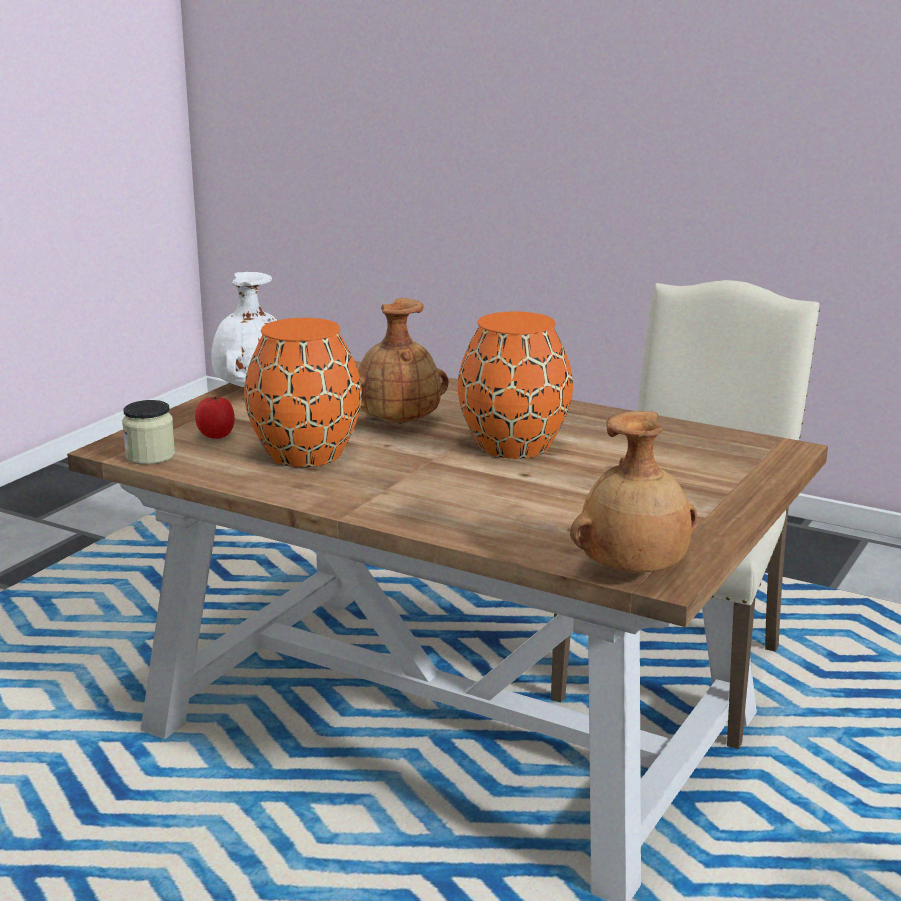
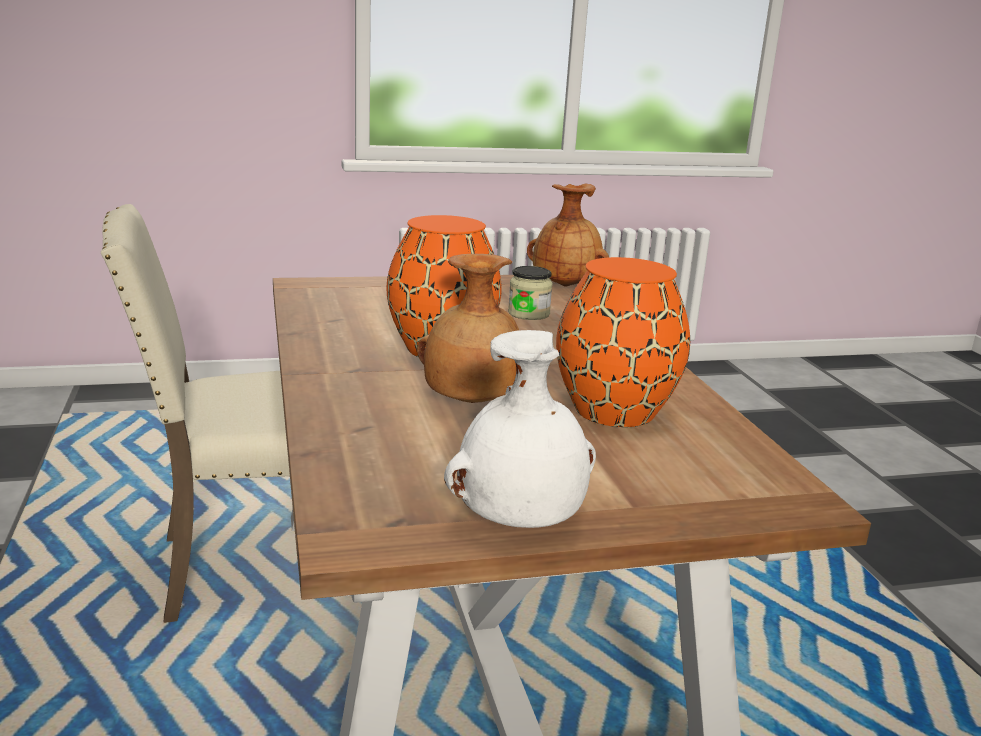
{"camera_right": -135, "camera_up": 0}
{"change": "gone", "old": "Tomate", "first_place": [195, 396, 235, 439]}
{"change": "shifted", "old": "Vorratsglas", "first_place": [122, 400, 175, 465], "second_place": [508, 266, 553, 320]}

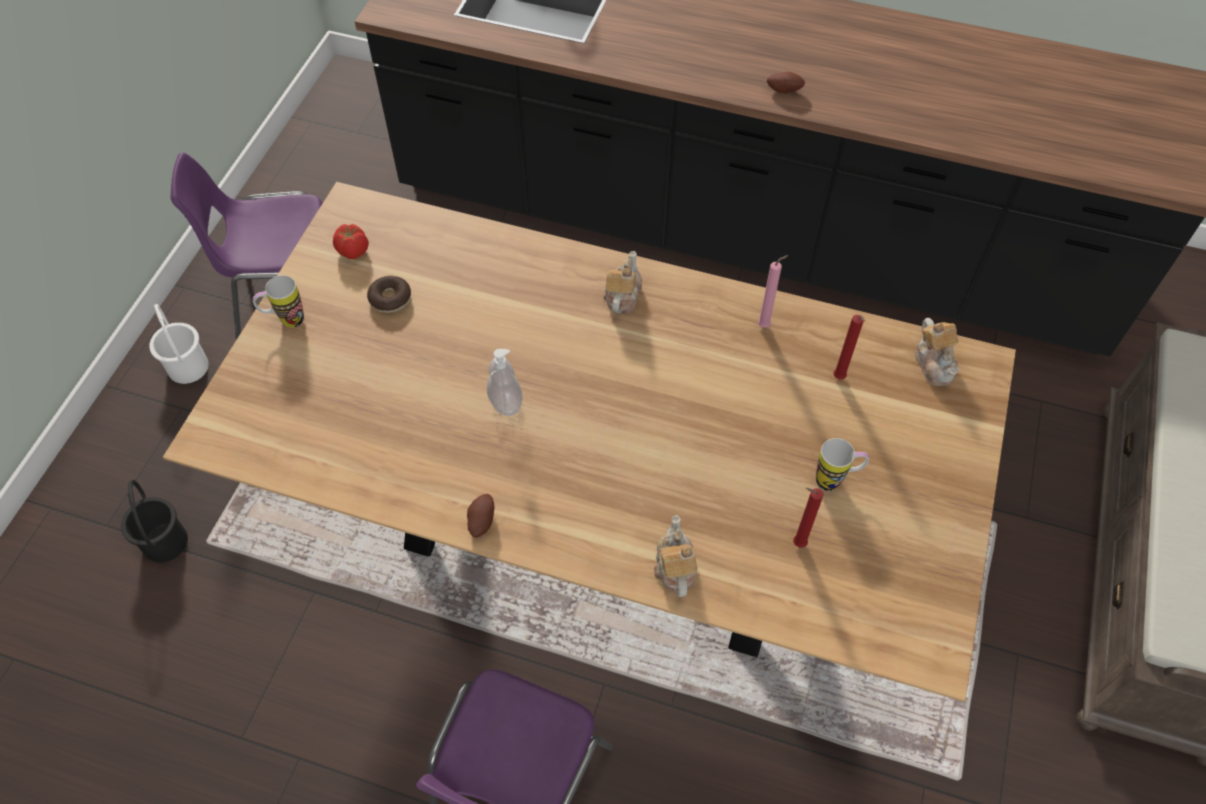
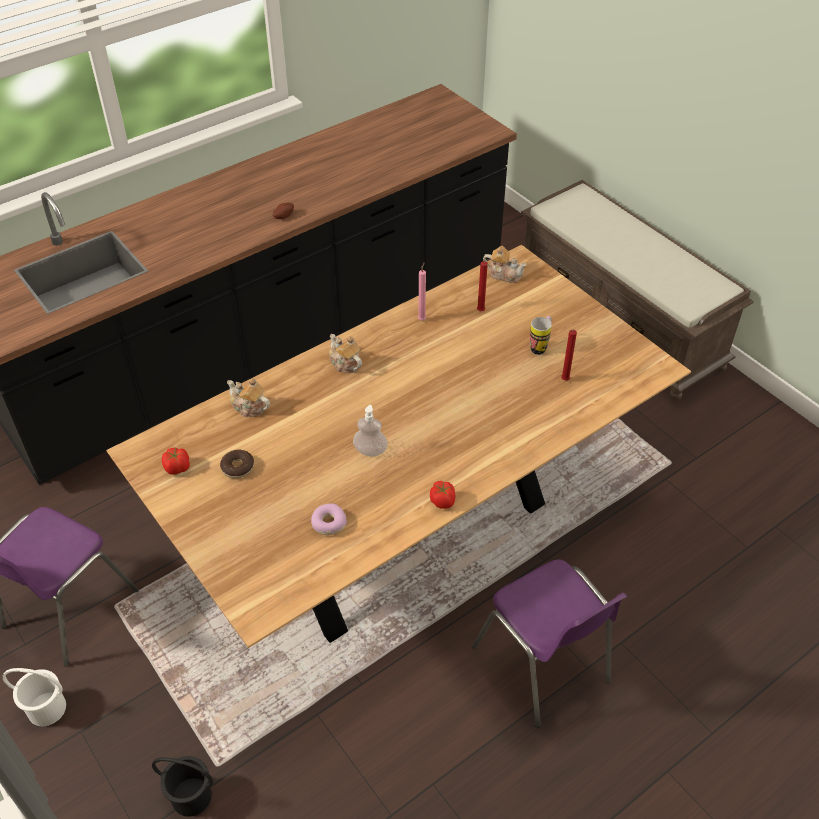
{"camera_right": -55, "camera_up": -10}
{"change": "gone", "old": "Henkelbecher", "first_place": [253, 275, 304, 328]}
{"change": "new", "new": "Donut", "second_place": [311, 503, 347, 535]}
{"change": "shifted", "old": "Teekanne", "first_place": [654, 515, 697, 597], "second_place": [227, 378, 270, 417]}
{"change": "swapped", "old": "Kartoffel", "new": "Tomate", "first_place": [467, 494, 494, 538], "second_place": [430, 481, 456, 509]}

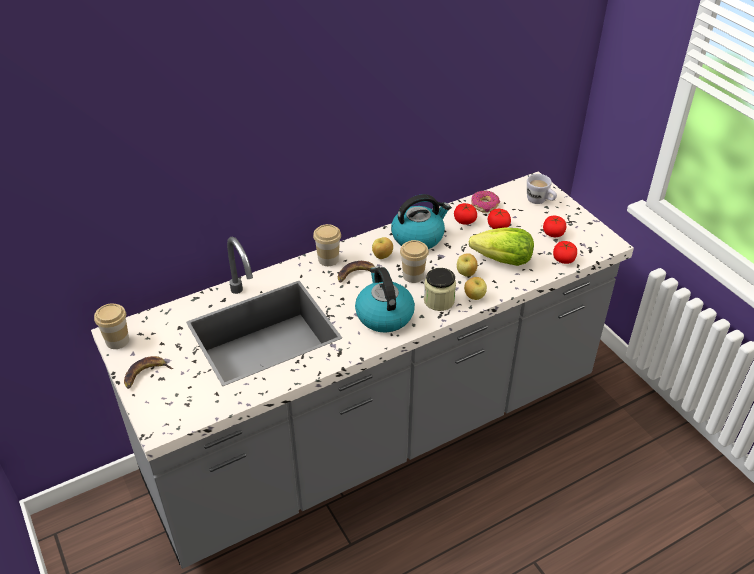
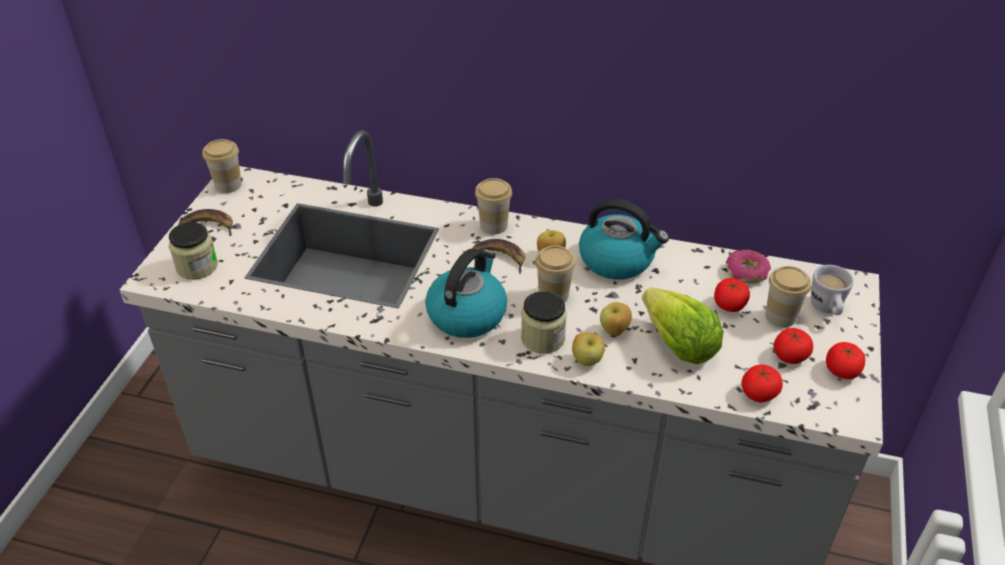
{"camera_right": 45, "camera_up": 0}
{"change": "new", "new": "Vorratsglas", "second_place": [169, 222, 218, 280]}
{"change": "new", "new": "Tasse", "second_place": [765, 266, 811, 327]}
{"change": "shifted", "old": "Tomate", "first_place": [454, 203, 477, 225], "second_place": [826, 342, 865, 379]}

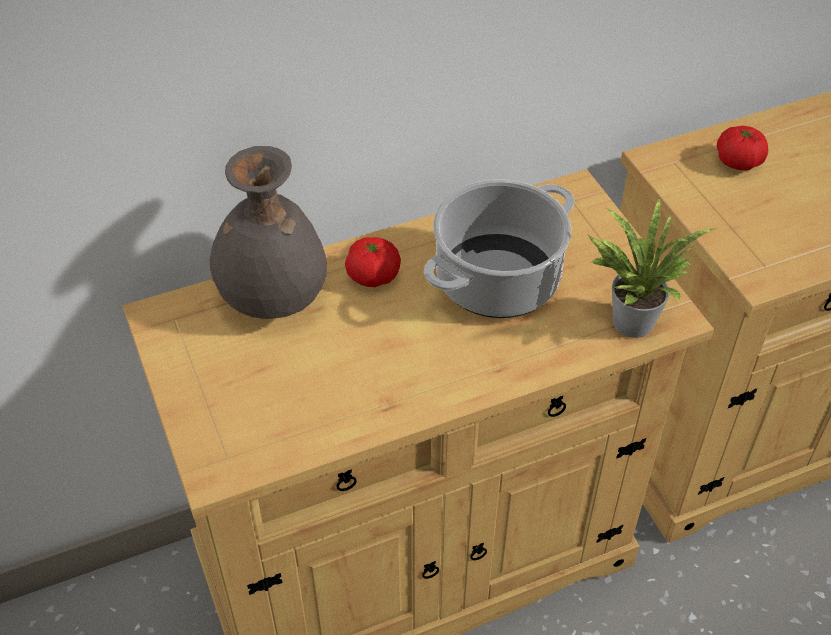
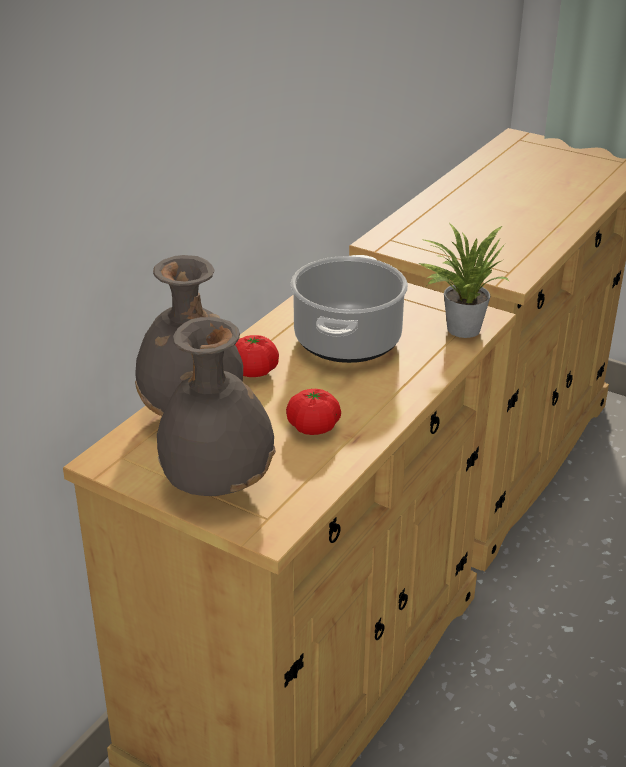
{"camera_right": -35, "camera_up": -15}
{"change": "new", "new": "Vase/grau", "second_place": [157, 317, 276, 496]}
{"change": "shifted", "old": "Tomate", "first_place": [717, 126, 768, 170], "second_place": [286, 389, 341, 435]}

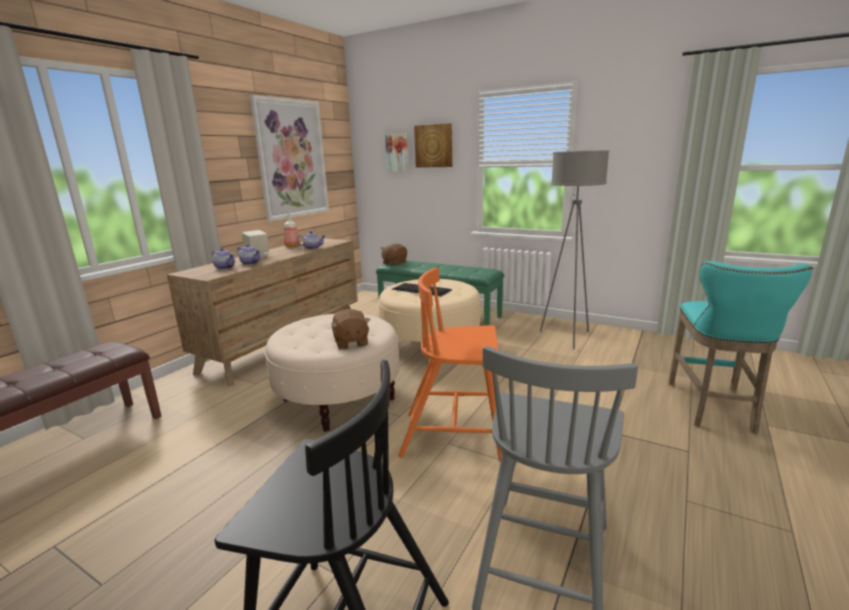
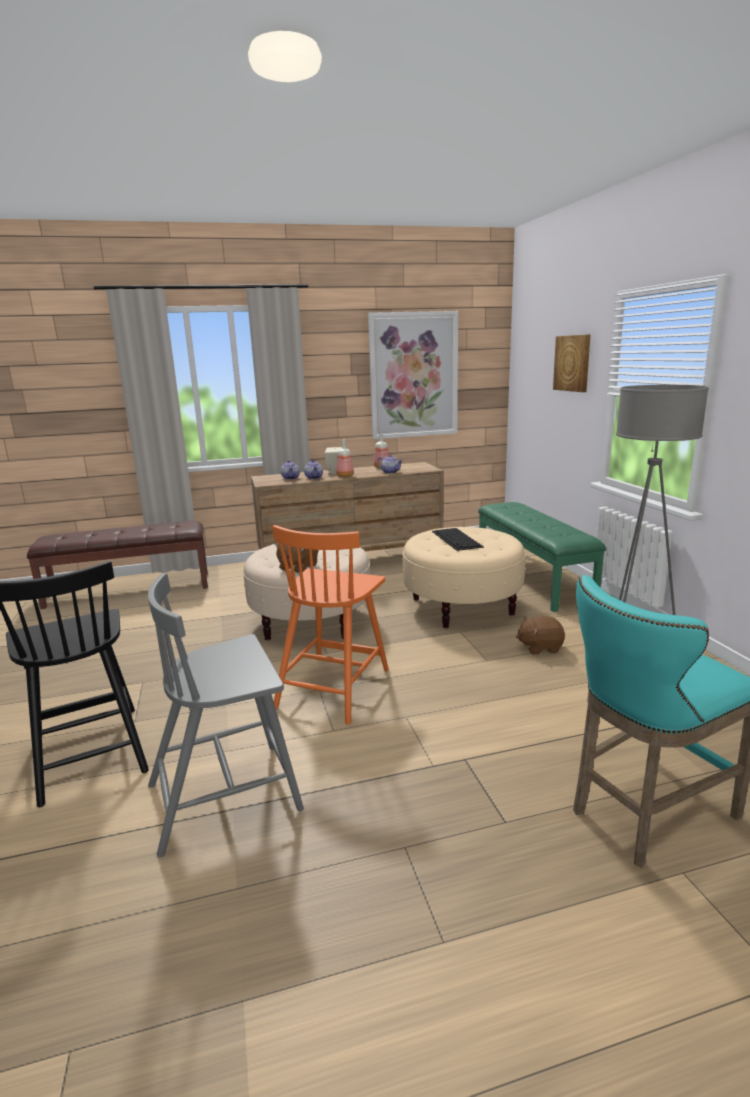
{"camera_right": 45, "camera_up": 0}
{"change": "gone", "old": "Bild", "first_place": [385, 133, 409, 172]}
{"change": "new", "new": "Flasche", "second_place": [336, 440, 354, 477]}
{"change": "shifted", "old": "Plüschtier/braun", "first_place": [381, 244, 407, 265], "second_place": [516, 616, 565, 655]}
{"change": "rotated", "old": "Stuhl/orange", "first_place": [398, 268, 502, 462], "second_place": [272, 525, 389, 725], "degrees": -120}

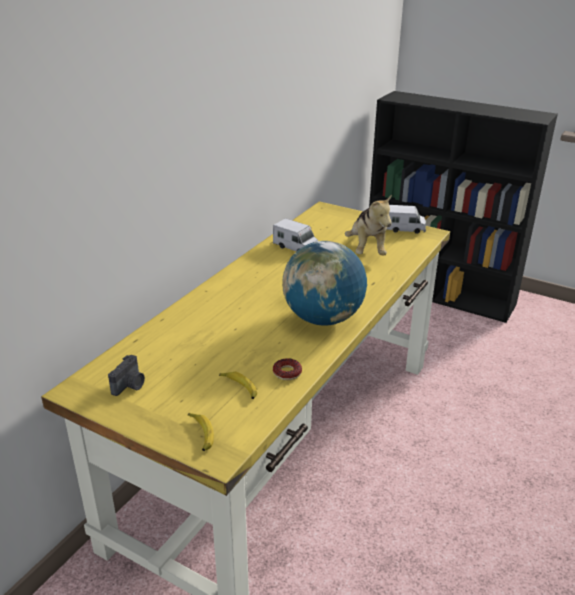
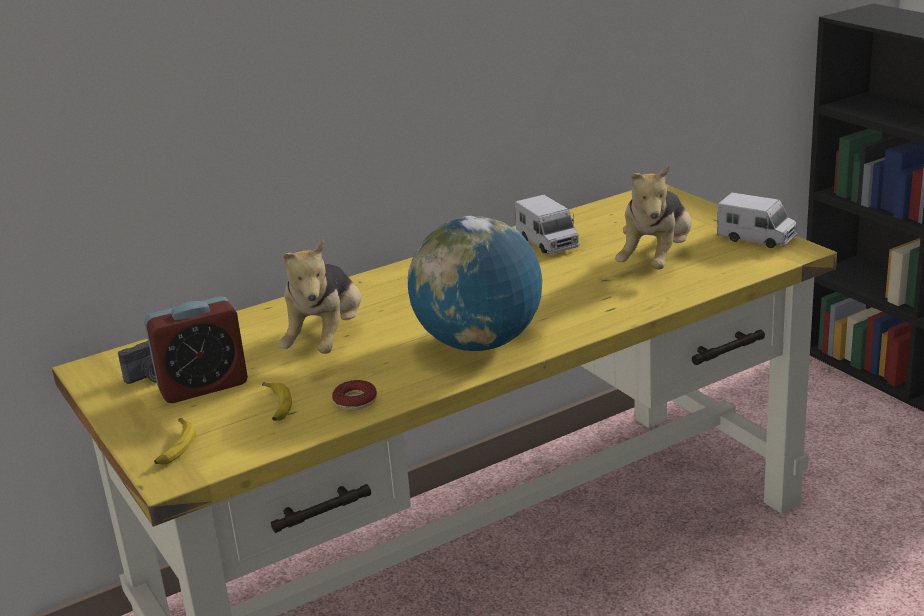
{"camera_right": 30, "camera_up": -5}
{"change": "new", "new": "Wecker", "second_place": [144, 296, 248, 403]}
{"change": "new", "new": "Plüschtier", "second_place": [279, 239, 361, 354]}

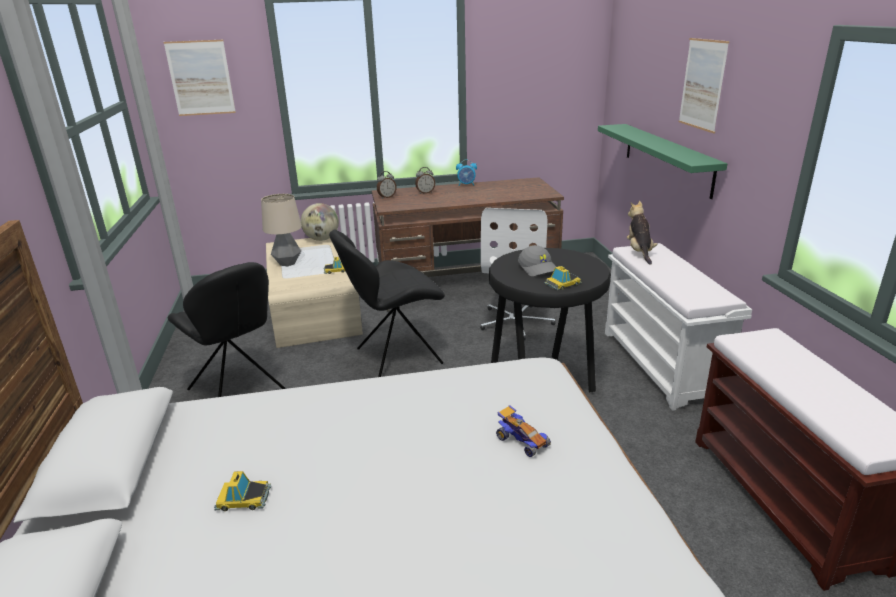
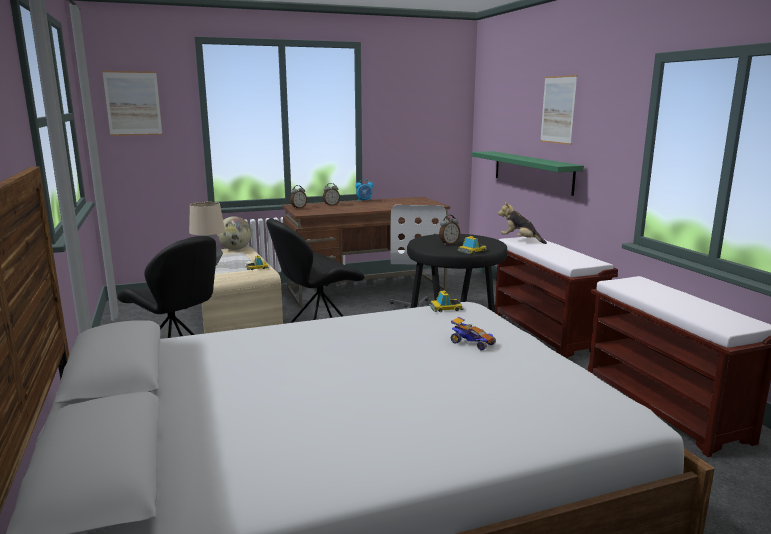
{"camera_right": -10, "camera_up": -10}
{"change": "shifted", "old": "Spielzeugauto", "first_place": [214, 471, 271, 511], "second_place": [429, 290, 464, 312]}
{"change": "swapped", "old": "Kappe/grau", "new": "Wecker", "first_place": [518, 245, 556, 276], "second_place": [439, 215, 460, 245]}
{"change": "repainted", "old": "Bank/weiß", "new": "Bank/braun", "first_place": [605, 243, 752, 411], "second_place": [495, 237, 618, 358]}
{"change": "rotated", "old": "Plüschtier", "first_place": [627, 201, 658, 265], "second_place": [498, 201, 547, 244], "degrees": -45}

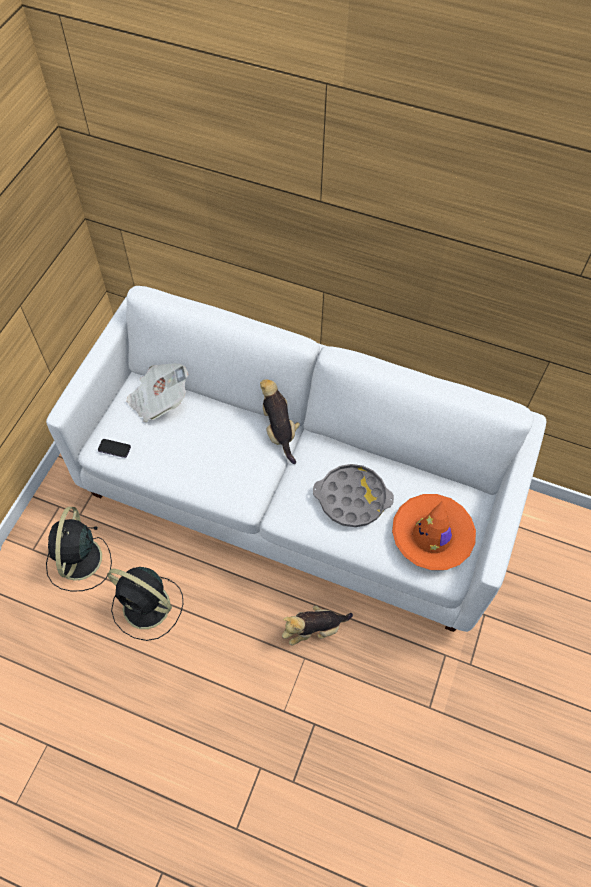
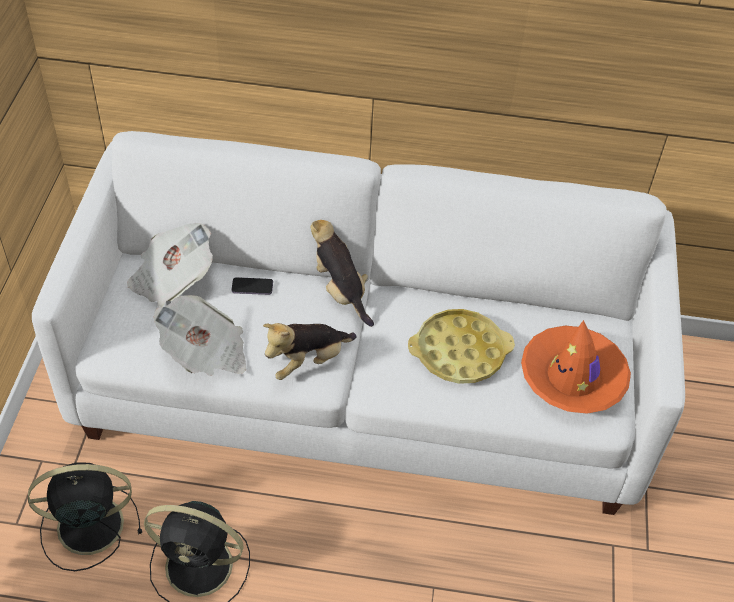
{"camera_right": -15, "camera_up": -10}
{"change": "new", "new": "Zeitung", "second_place": [154, 295, 246, 376]}
{"change": "shifted", "old": "Handy", "first_place": [98, 439, 131, 458], "second_place": [232, 277, 273, 295]}
{"change": "shifted", "old": "Plüschtier", "first_place": [282, 606, 353, 645], "second_place": [263, 323, 357, 380]}
{"change": "repainted", "old": "Tablett/grau", "new": "Tablett/gelb", "first_place": [313, 464, 394, 527], "second_place": [408, 309, 515, 384]}
{"change": "rotated", "old": "Ventilator/schwarz", "first_place": [46, 507, 112, 592], "second_place": [28, 462, 142, 571], "degrees": 90}

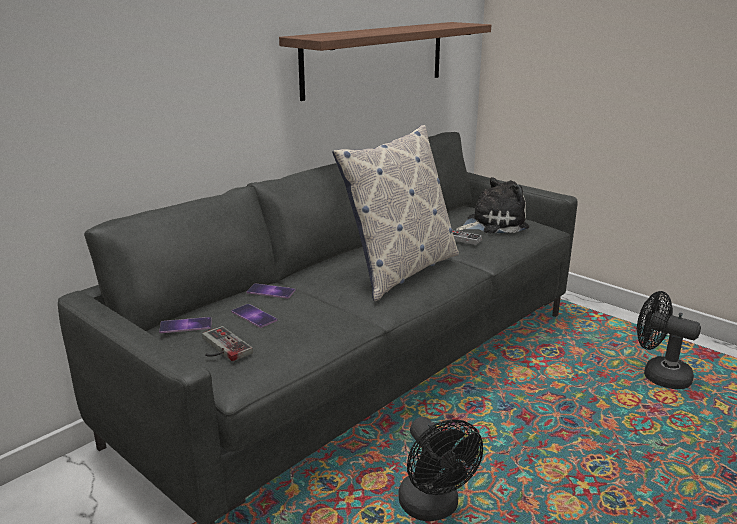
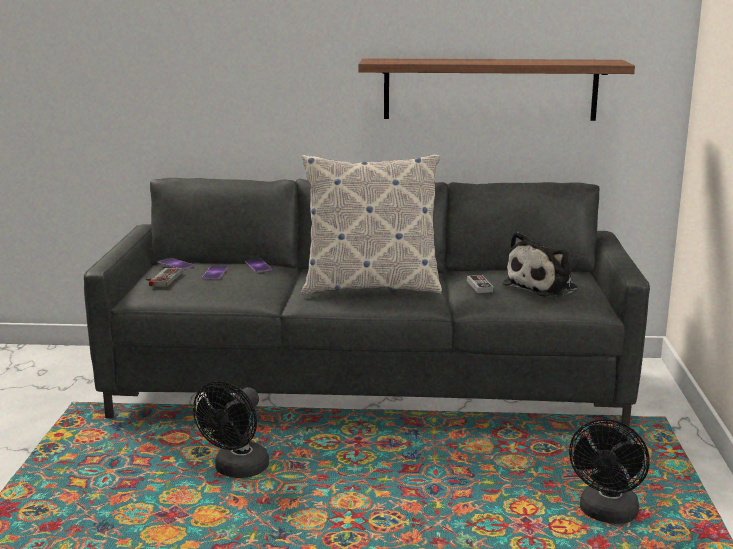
{"camera_right": 50, "camera_up": -5}
{"change": "rotated", "old": "Plüschtier", "first_place": [456, 177, 529, 233], "second_place": [502, 232, 578, 297], "degrees": 105}
{"change": "rotated", "old": "Ventilator/schwarz", "first_place": [637, 291, 701, 389], "second_place": [569, 419, 650, 524], "degrees": -150}

